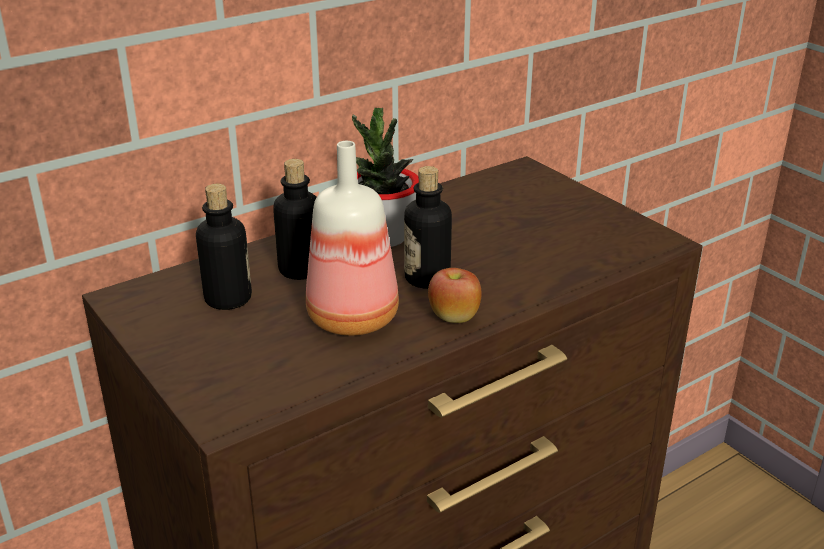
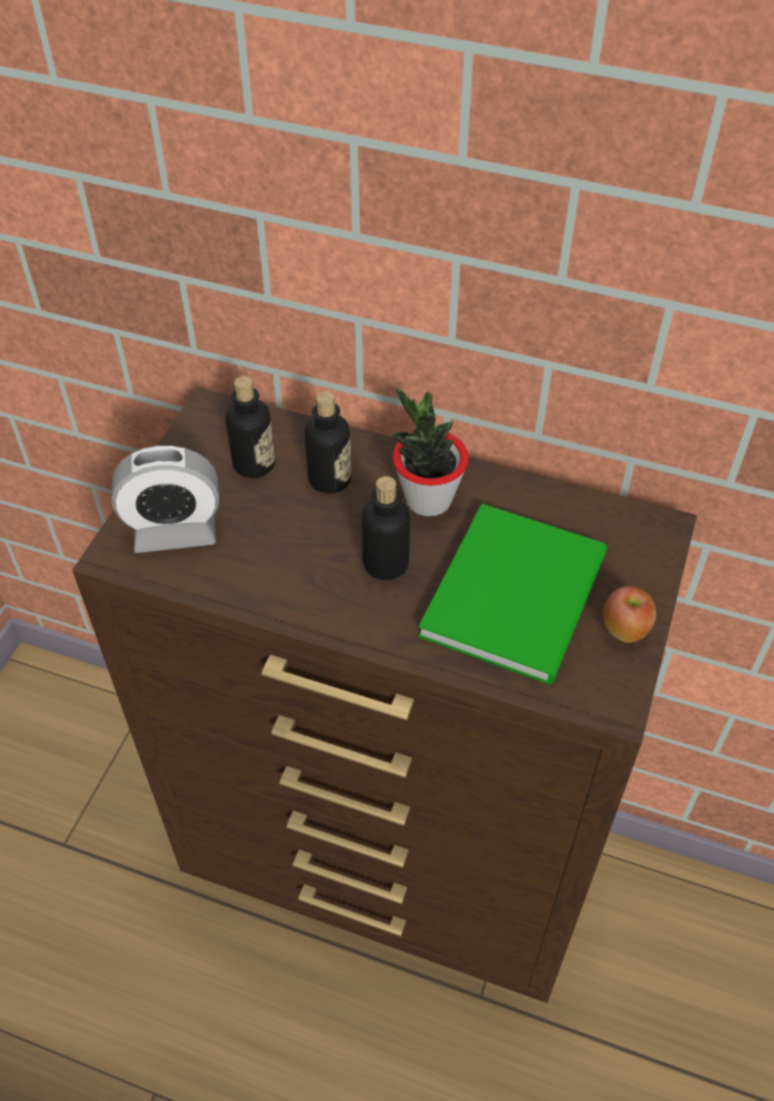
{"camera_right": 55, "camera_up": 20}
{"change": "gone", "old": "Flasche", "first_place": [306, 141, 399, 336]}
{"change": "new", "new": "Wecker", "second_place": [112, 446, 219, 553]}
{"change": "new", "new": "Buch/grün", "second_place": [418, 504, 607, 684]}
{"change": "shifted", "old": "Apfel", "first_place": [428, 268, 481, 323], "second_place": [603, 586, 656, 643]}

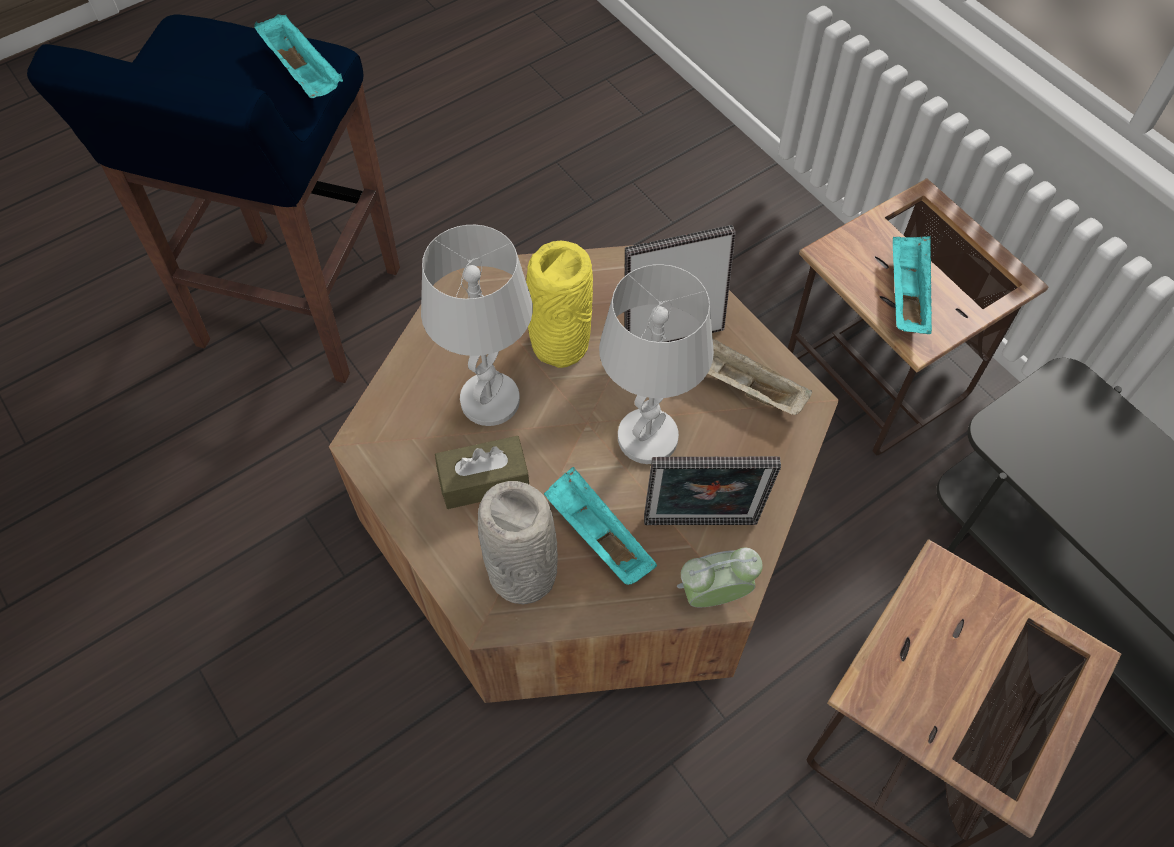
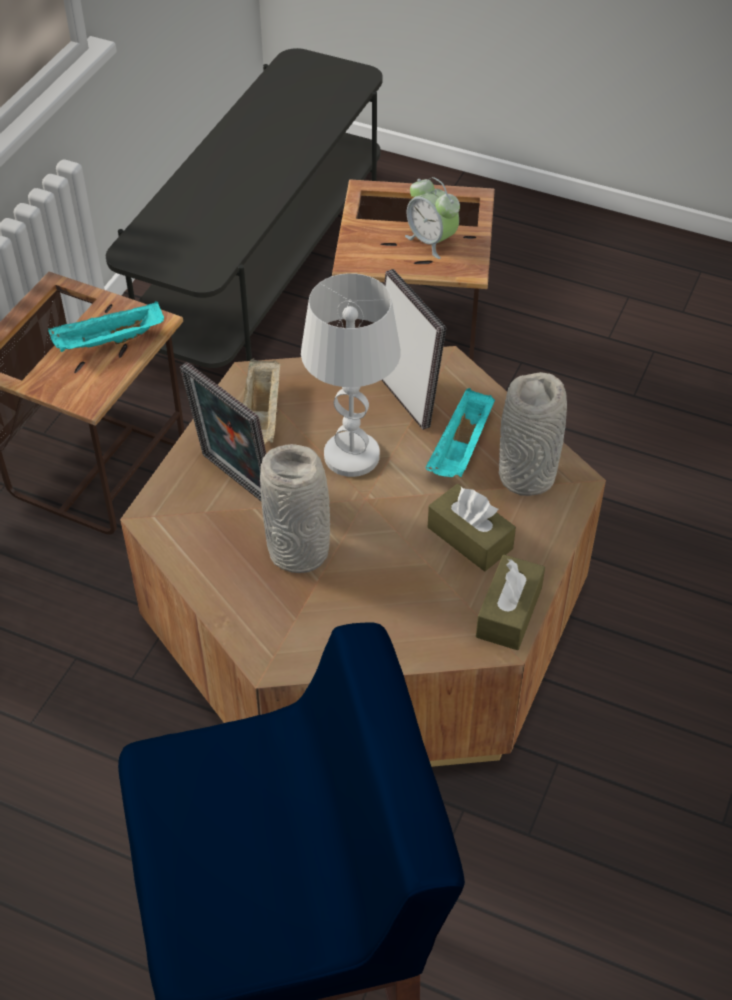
{"camera_right": -120, "camera_up": -10}
{"change": "gone", "old": "Tablett/türkis", "first_place": [254, 14, 343, 98]}
{"change": "gone", "old": "Tischlampe/weiß", "first_place": [421, 225, 533, 426]}
{"change": "new", "new": "Taschentuchbox/braun", "second_place": [476, 555, 545, 650]}
{"change": "shifted", "old": "Wecker", "first_place": [677, 548, 763, 607], "second_place": [405, 177, 460, 259]}
{"change": "repainted", "old": "Vase/gelb", "new": "Vase/grau", "first_place": [526, 240, 593, 368], "second_place": [260, 444, 330, 573]}

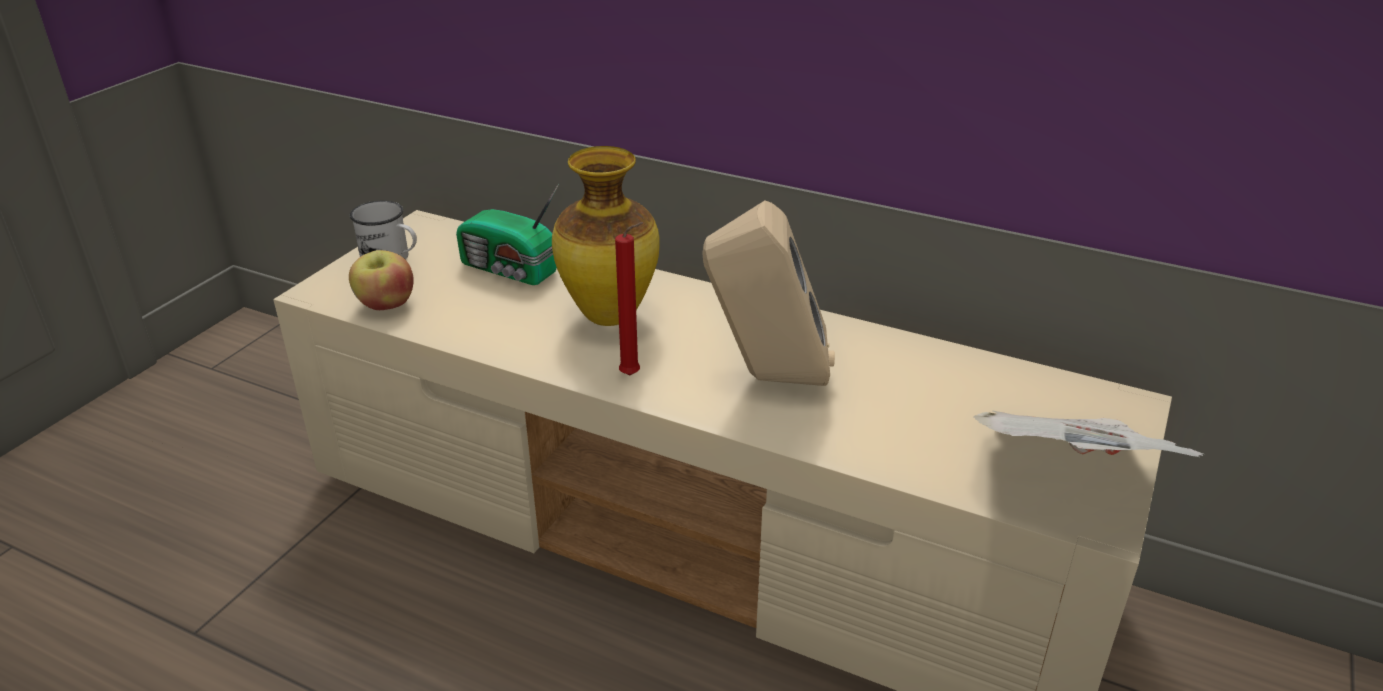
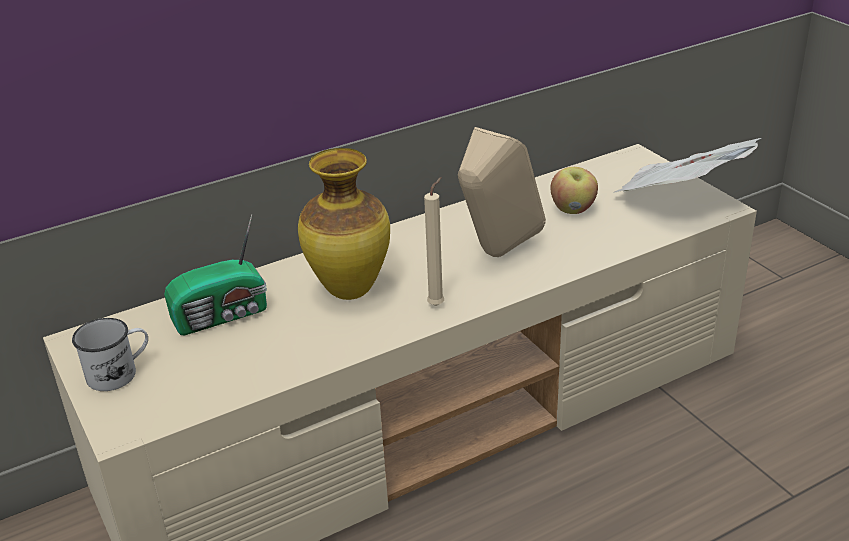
{"camera_right": -55, "camera_up": 0}
{"change": "shifted", "old": "Apfel", "first_place": [349, 250, 414, 310], "second_place": [550, 167, 598, 214]}
{"change": "repainted", "old": "Kerze/rot", "new": "Kerze/beige", "first_place": [615, 222, 643, 375], "second_place": [424, 177, 444, 306]}

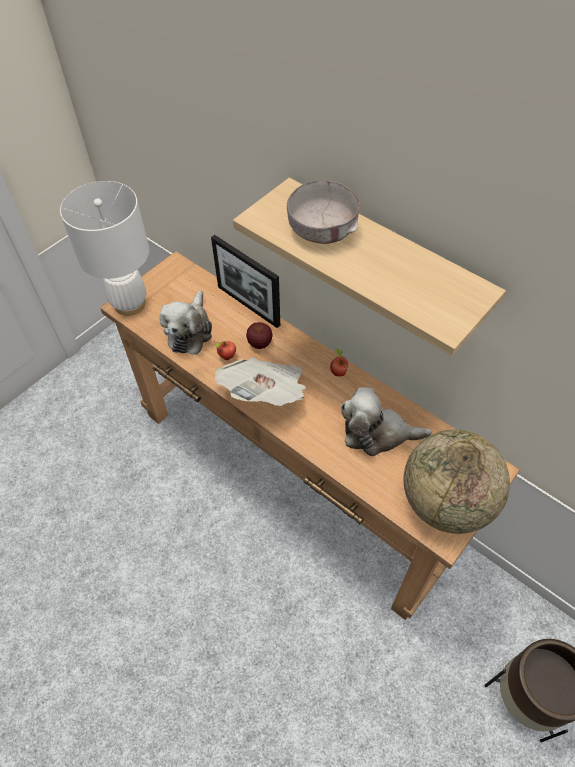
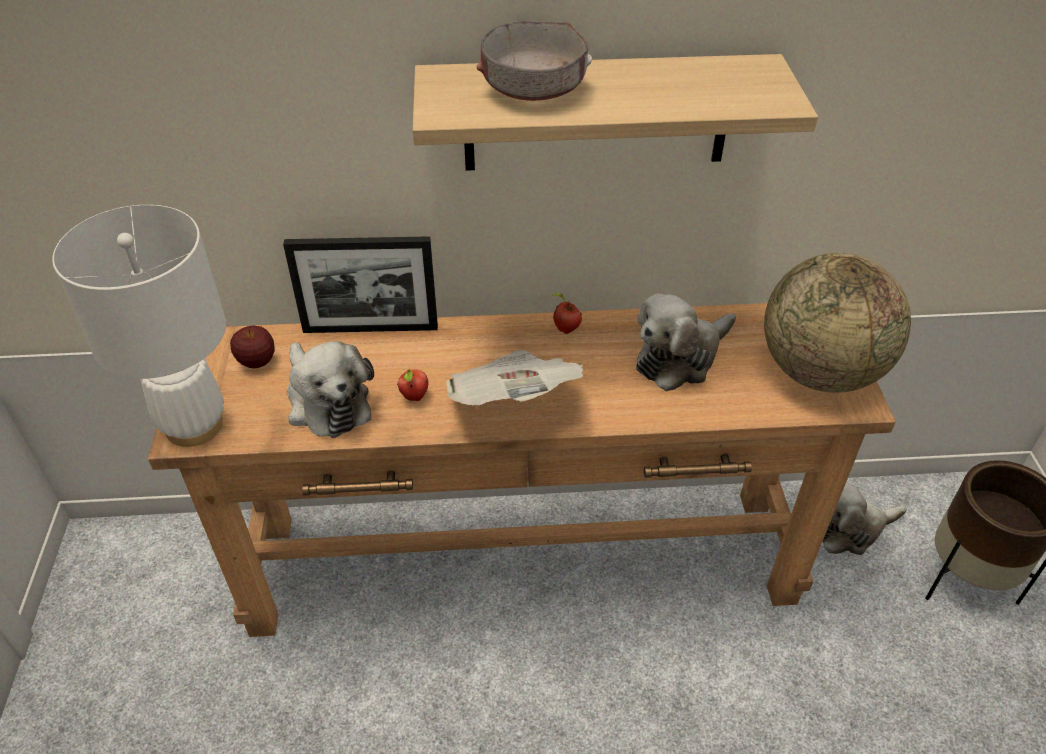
{"camera_right": -45, "camera_up": -10}
{"change": "new", "new": "Plüschtier", "second_place": [823, 482, 907, 555]}
{"change": "shifted", "old": "Apfel", "first_place": [246, 322, 273, 349], "second_place": [230, 326, 275, 368]}

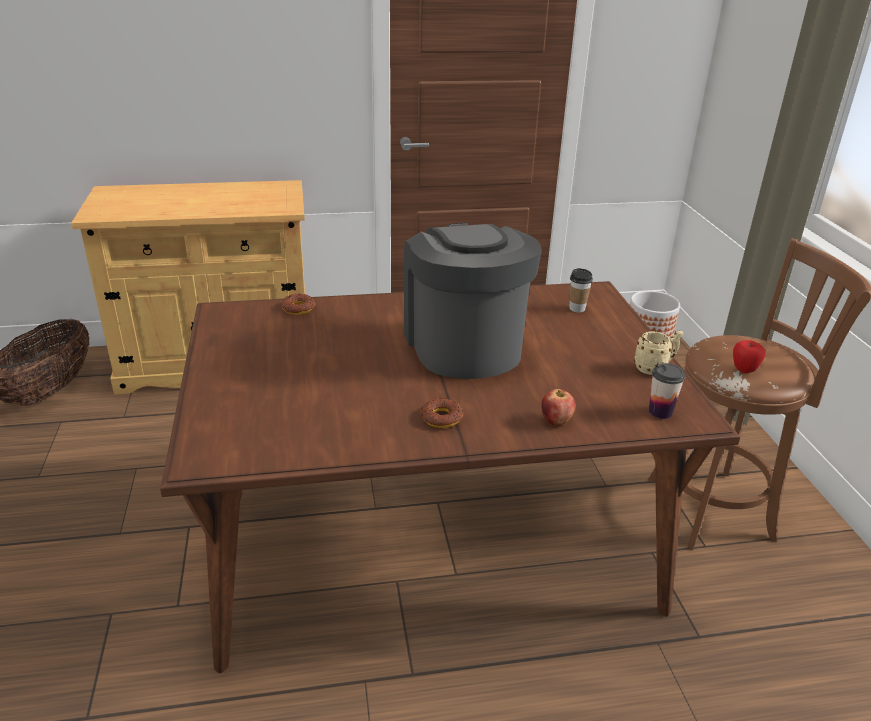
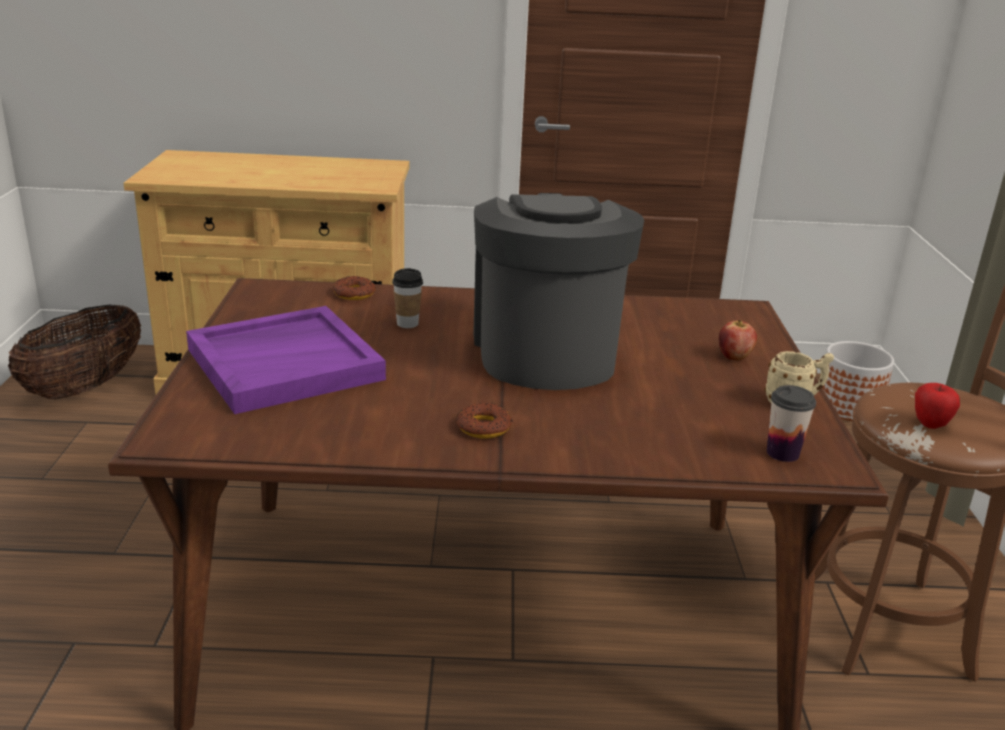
{"camera_right": 10, "camera_up": -5}
{"change": "new", "new": "Tablett/lila", "second_place": [186, 306, 386, 414]}
{"change": "shifted", "old": "Apfel", "first_place": [541, 389, 576, 425], "second_place": [719, 320, 757, 361]}
{"change": "shifted", "old": "Tasse", "first_place": [569, 268, 593, 313], "second_place": [392, 268, 423, 328]}

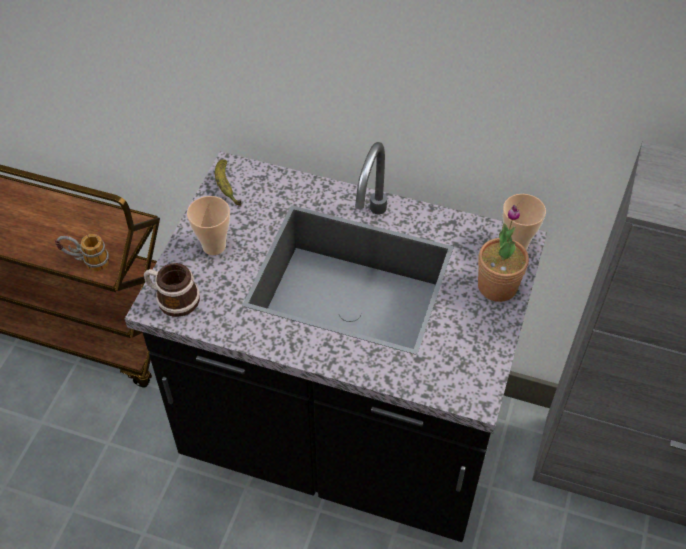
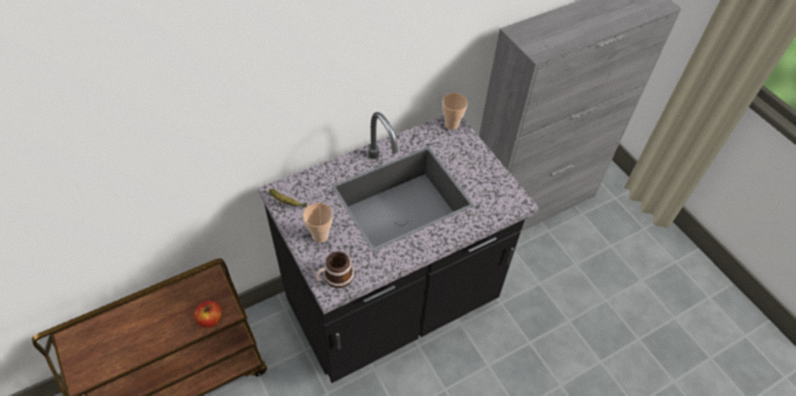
{"camera_right": -50, "camera_up": 0}
{"change": "gone", "old": "Topfpflanze", "first_place": [478, 205, 529, 302]}
{"change": "swapped", "old": "Henkelbecher", "new": "Apfel", "first_place": [55, 234, 109, 271], "second_place": [194, 301, 222, 327]}

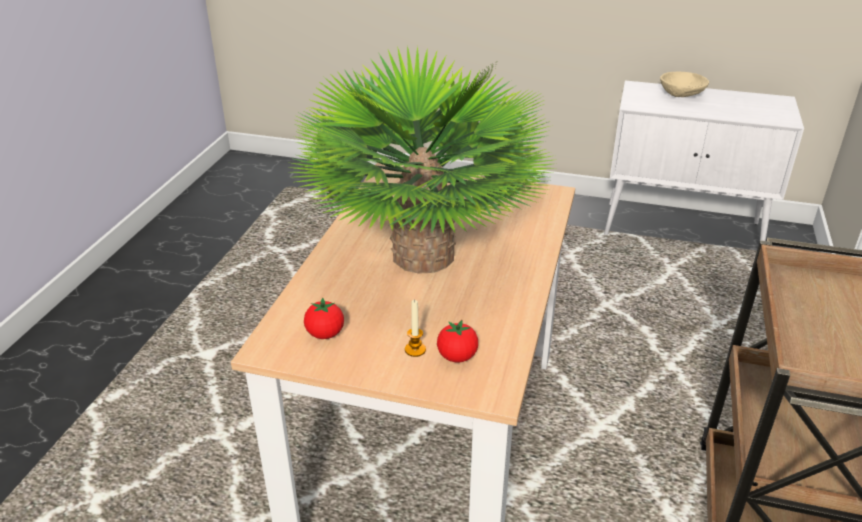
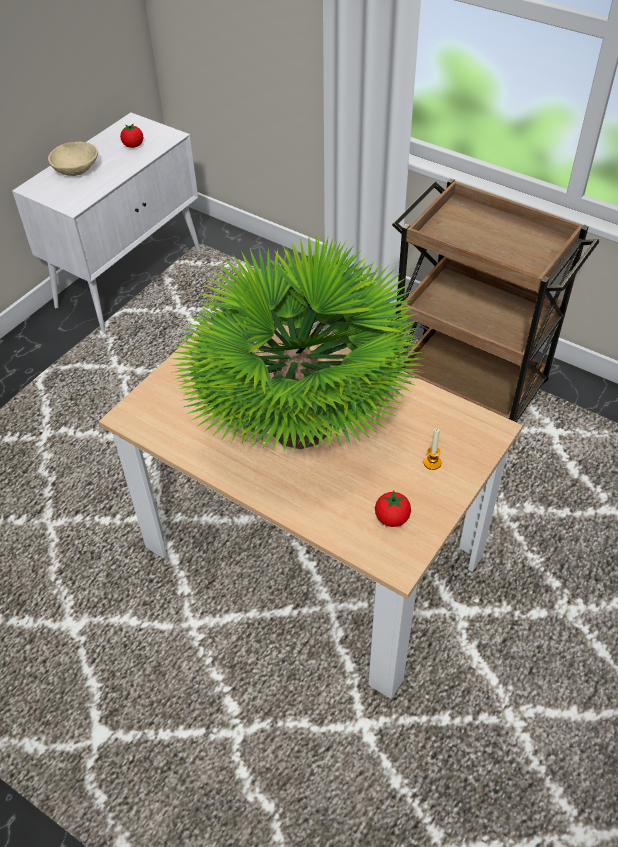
{"camera_right": -70, "camera_up": 15}
{"change": "shifted", "old": "Tomate", "first_place": [437, 320, 478, 363], "second_place": [120, 124, 143, 148]}

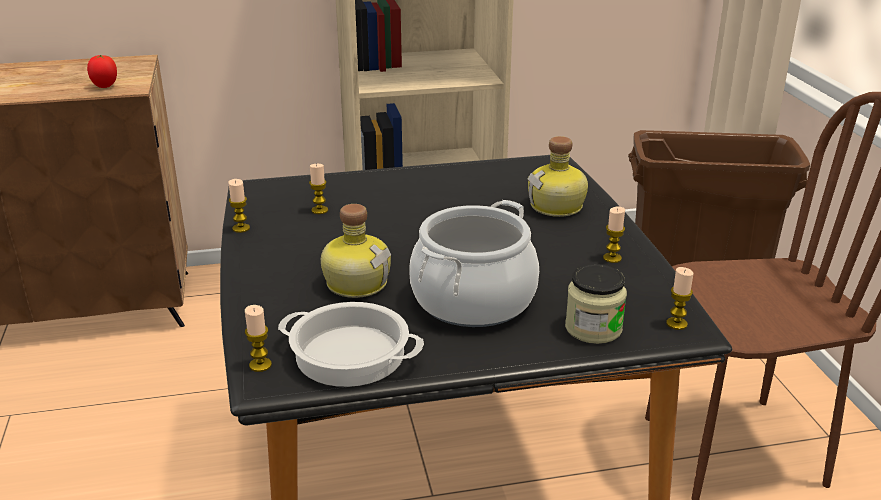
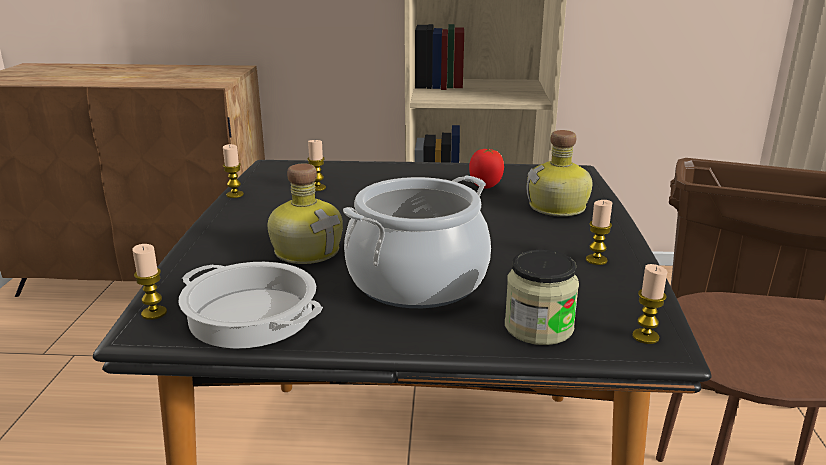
{"camera_right": 15, "camera_up": -5}
{"change": "shifted", "old": "Tomate", "first_place": [87, 55, 117, 88], "second_place": [469, 149, 504, 189]}

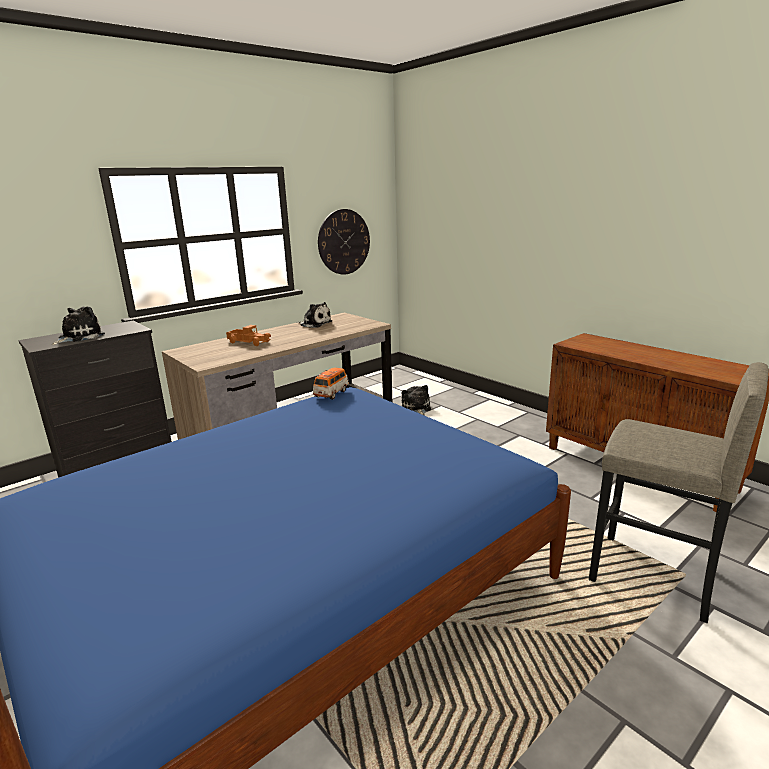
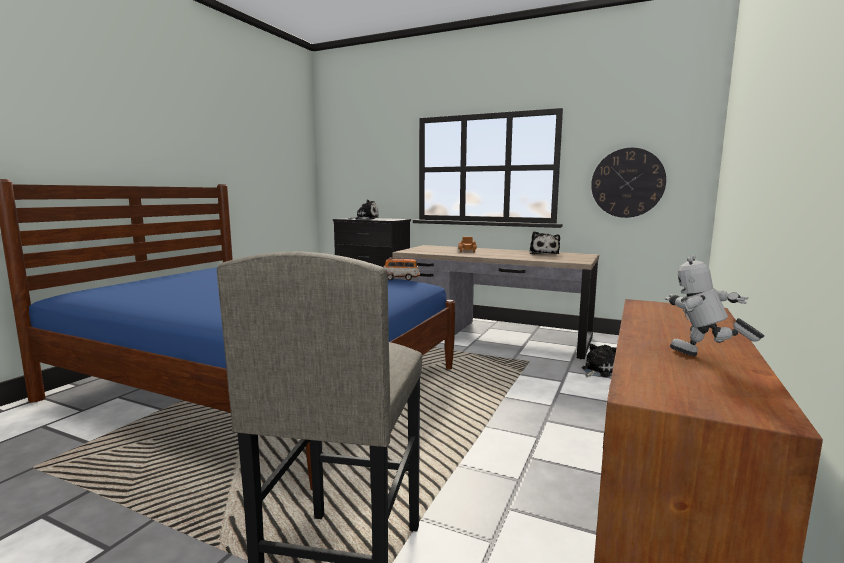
{"camera_right": 65, "camera_up": -10}
{"change": "new", "new": "Spielzeugroboter", "second_place": [665, 255, 764, 356]}

